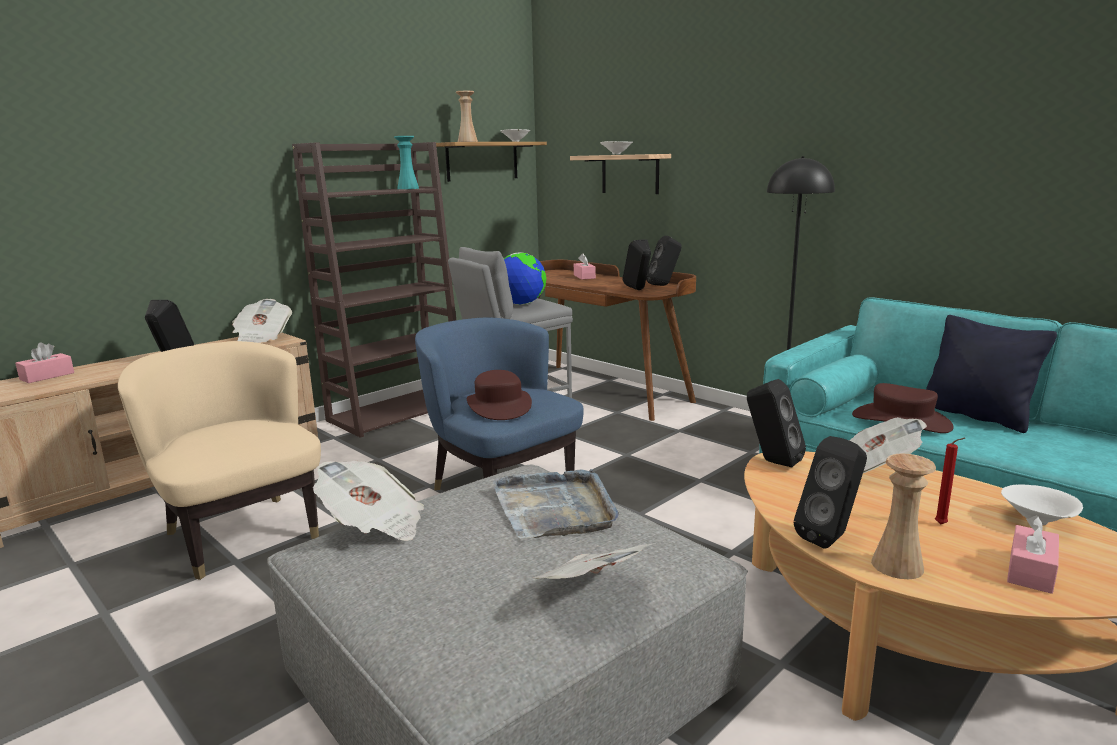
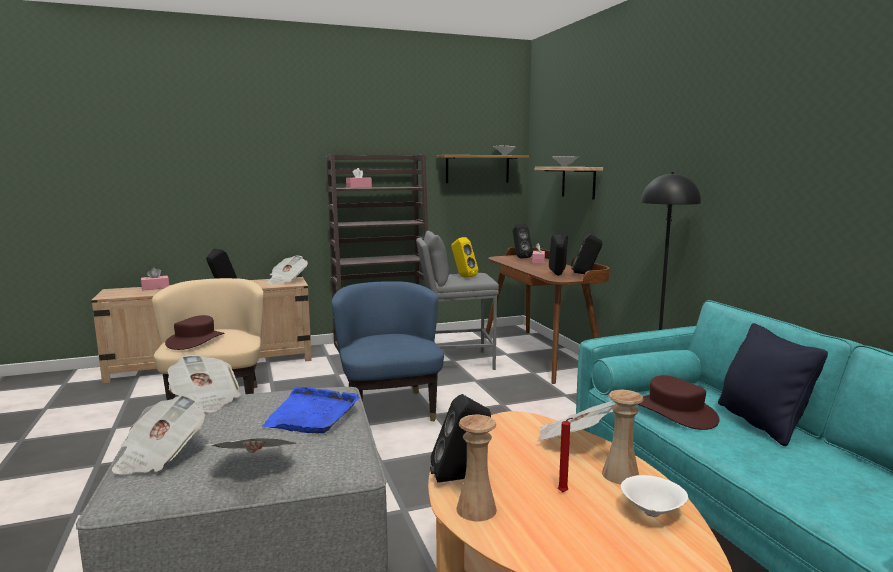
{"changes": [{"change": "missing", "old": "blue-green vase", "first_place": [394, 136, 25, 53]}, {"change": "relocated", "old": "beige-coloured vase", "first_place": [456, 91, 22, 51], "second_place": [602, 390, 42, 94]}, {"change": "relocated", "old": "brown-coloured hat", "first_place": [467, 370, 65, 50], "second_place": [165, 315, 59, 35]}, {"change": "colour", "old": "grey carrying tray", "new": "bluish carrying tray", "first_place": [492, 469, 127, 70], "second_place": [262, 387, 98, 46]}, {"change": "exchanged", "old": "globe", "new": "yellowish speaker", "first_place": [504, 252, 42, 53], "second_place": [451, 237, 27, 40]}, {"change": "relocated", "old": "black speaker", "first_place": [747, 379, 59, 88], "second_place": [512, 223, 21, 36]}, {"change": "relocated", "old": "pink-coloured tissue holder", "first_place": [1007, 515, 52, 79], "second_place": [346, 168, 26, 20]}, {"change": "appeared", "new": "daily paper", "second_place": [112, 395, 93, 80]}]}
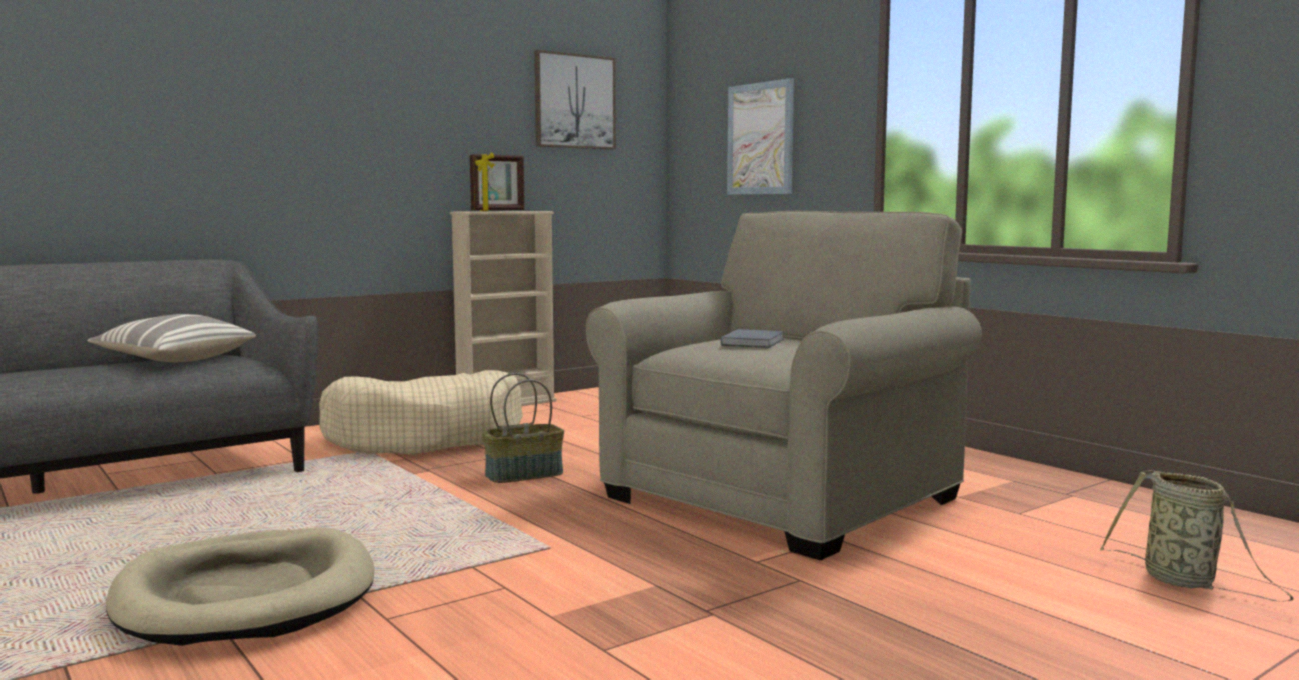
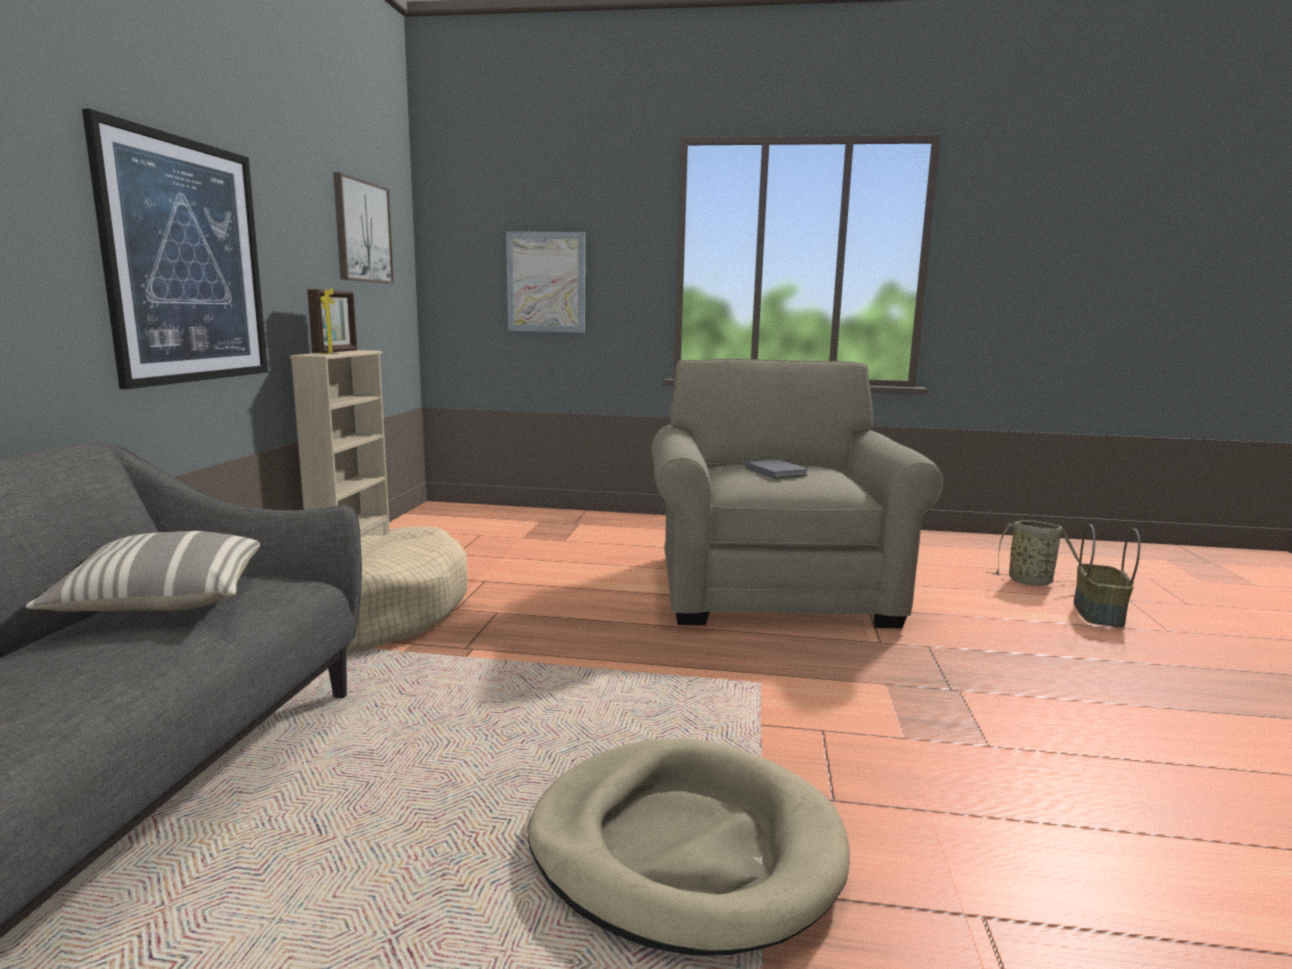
{"changes": [{"change": "relocated", "old": "basket", "first_place": [482, 373, 82, 110], "second_place": [1074, 524, 66, 103]}, {"change": "appeared", "new": "wall art", "second_place": [82, 109, 186, 280]}]}
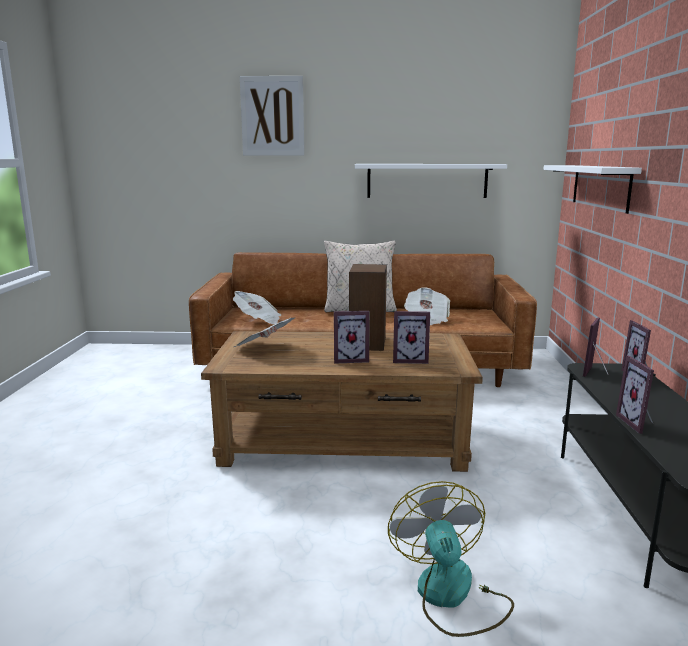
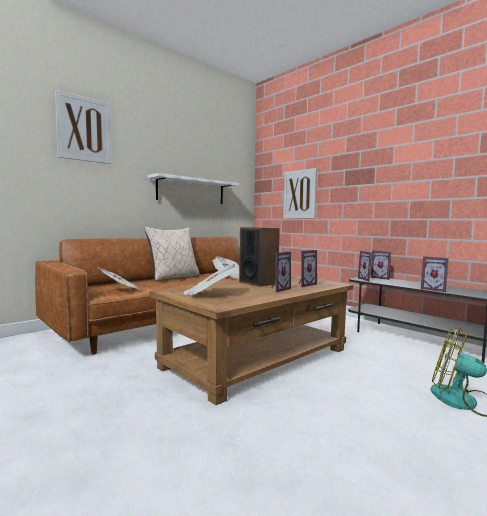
{"changes": [{"change": "exchanged", "old": "whitish bracket shelf", "new": "wall art", "first_place": [543, 165, 99, 49], "second_place": [283, 168, 34, 50]}]}
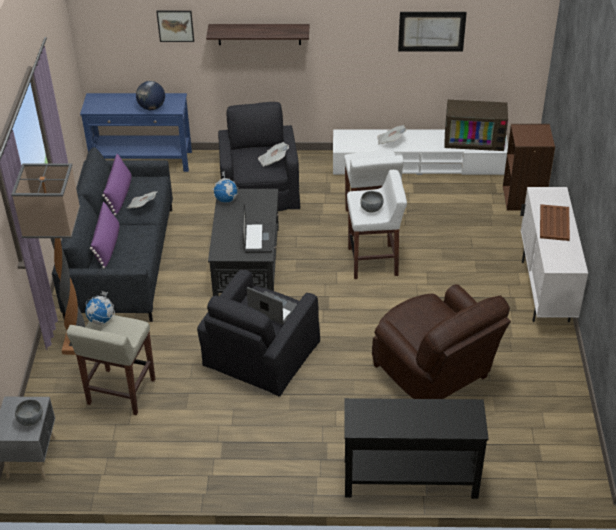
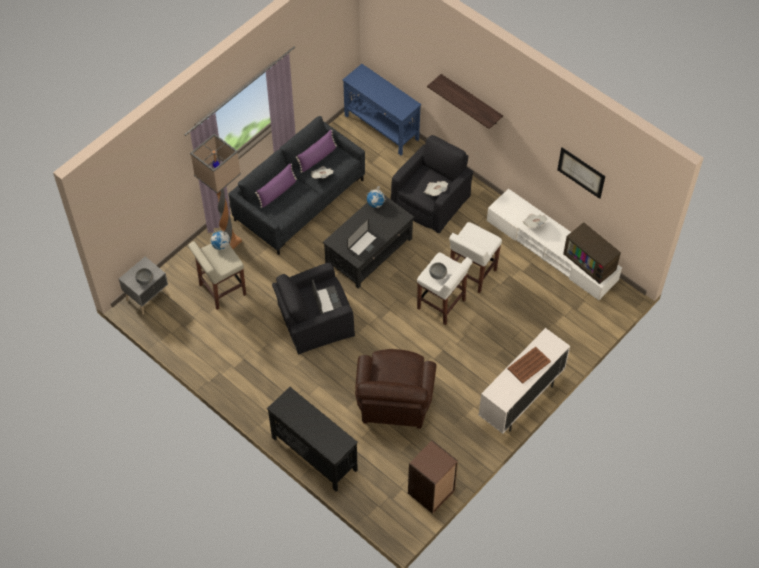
{"changes": [{"change": "missing", "old": "globe", "first_place": [136, 81, 29, 29]}, {"change": "missing", "old": "wall art", "first_place": [156, 11, 38, 31]}, {"change": "relocated", "old": "brown-coloured bookshelf", "first_place": [503, 124, 52, 86], "second_place": [408, 440, 50, 74]}]}
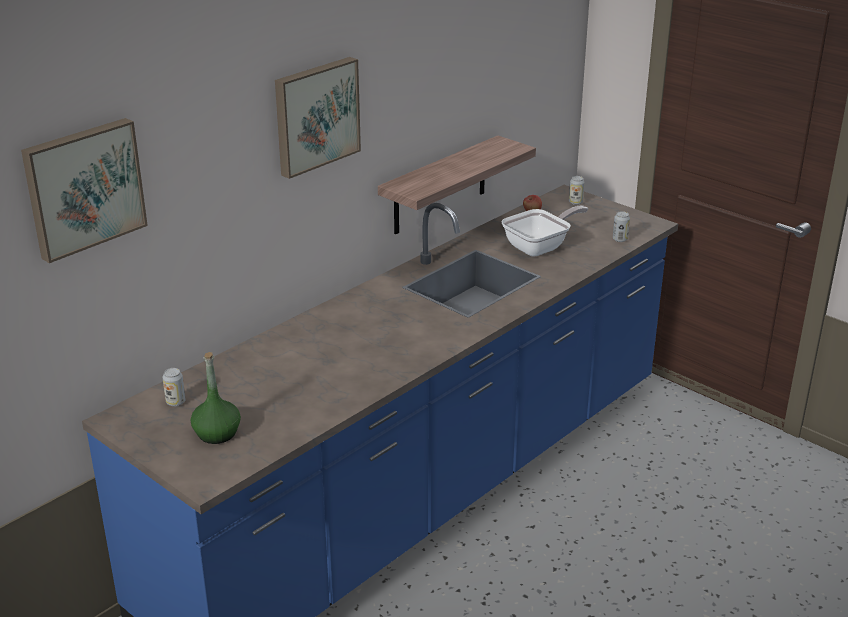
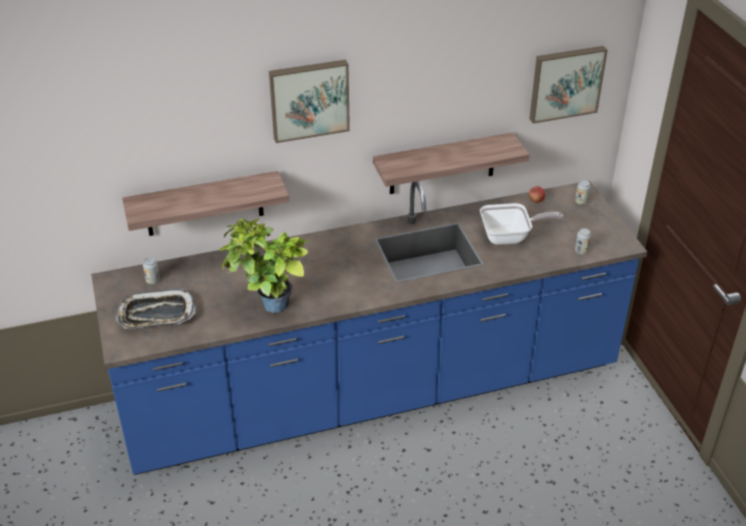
{"changes": [{"change": "relocated", "old": "wall art", "first_place": [21, 118, 127, 145], "second_place": [529, 46, 79, 78]}, {"change": "exchanged", "old": "green-coloured bottle", "new": "carrying tray", "first_place": [191, 352, 50, 92], "second_place": [116, 289, 80, 40]}, {"change": "appeared", "new": "bracket shelf", "second_place": [122, 171, 167, 65]}, {"change": "appeared", "new": "plant in a pot", "second_place": [219, 218, 89, 95]}]}
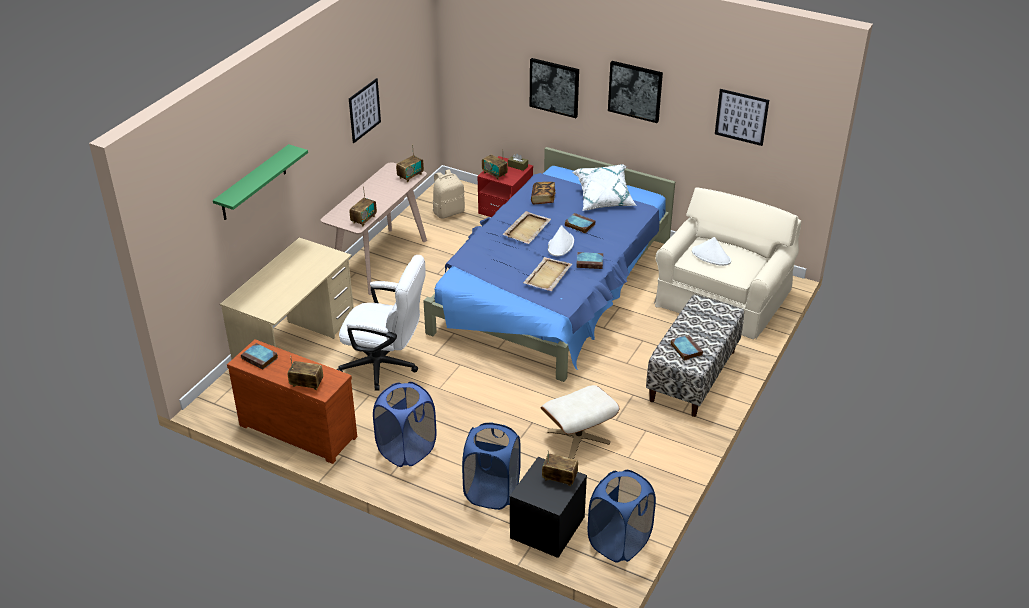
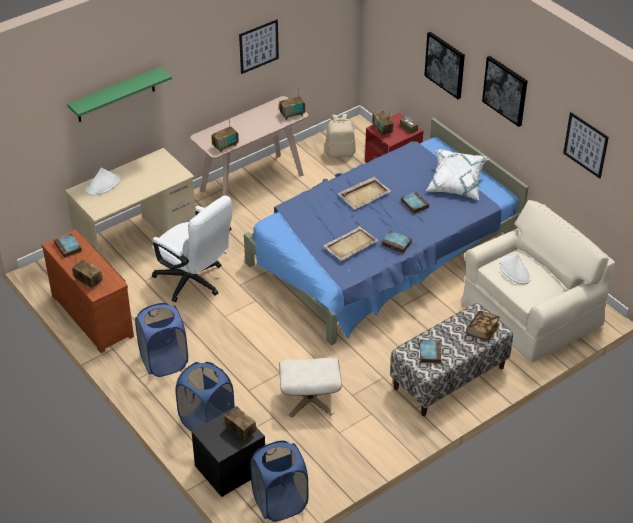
{"changes": [{"change": "relocated", "old": "volume", "first_place": [531, 182, 25, 23], "second_place": [466, 311, 34, 30]}, {"change": "relocated", "old": "whitish hat", "first_place": [548, 225, 26, 31], "second_place": [86, 168, 34, 28]}]}
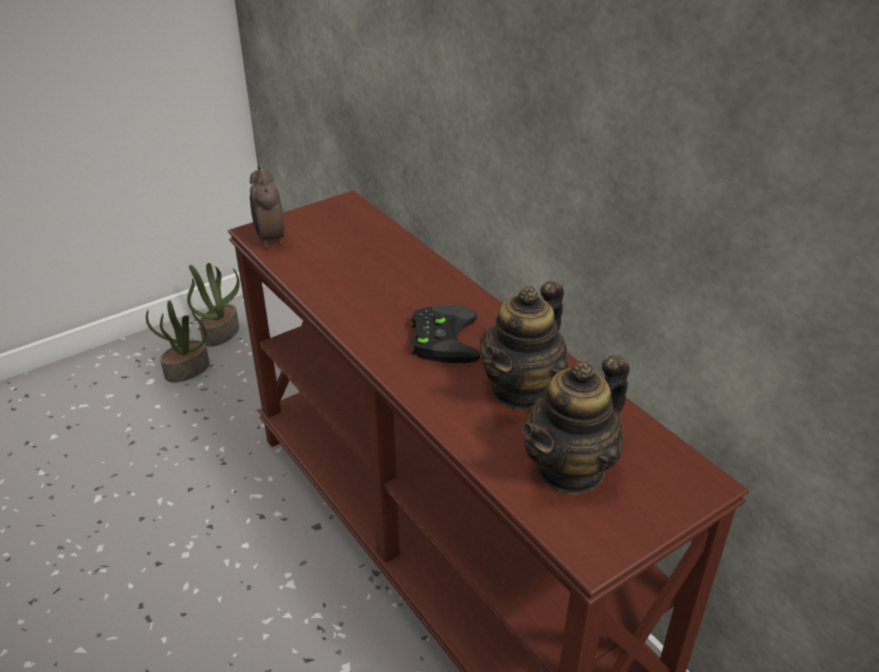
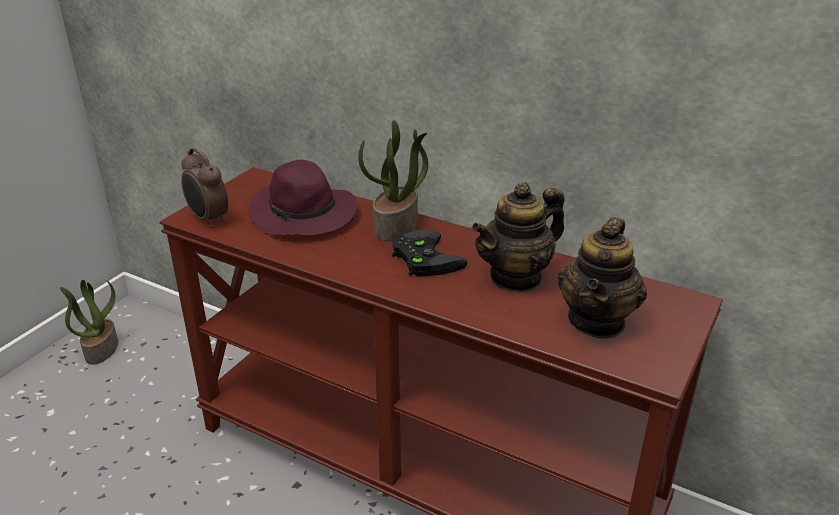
{"changes": [{"change": "relocated", "old": "plant in a pot", "first_place": [146, 300, 64, 82], "second_place": [358, 120, 70, 121]}, {"change": "spun", "old": "teapot", "first_place": [480, 281, 88, 130], "second_place": [472, 182, 93, 111], "degrees": 45}, {"change": "appeared", "new": "purple hat", "second_place": [249, 160, 108, 76]}]}
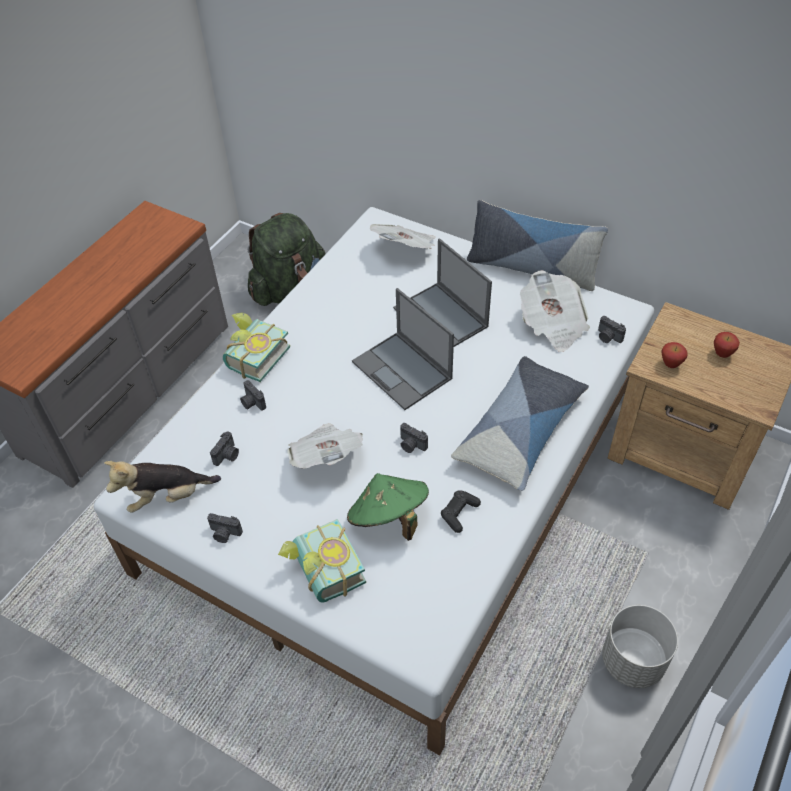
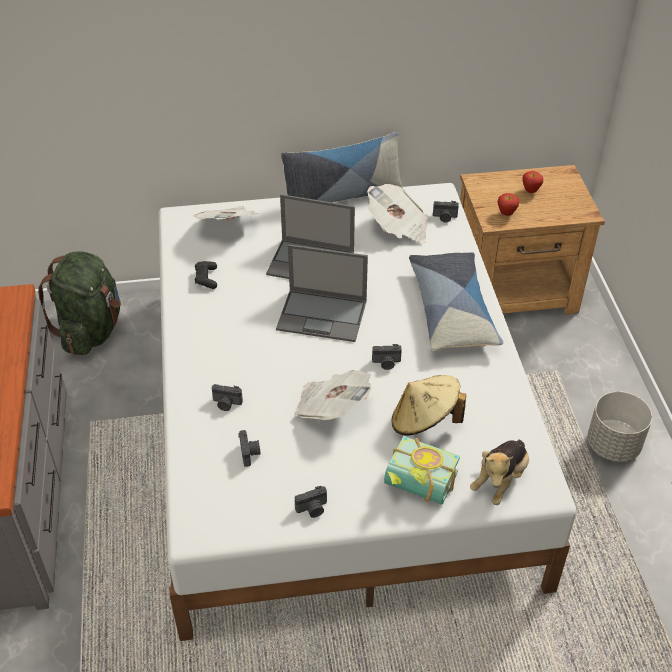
{"changes": [{"change": "relocated", "old": "cuddly toy", "first_place": [104, 461, 117, 52], "second_place": [470, 440, 59, 65]}, {"change": "missing", "old": "volume", "first_place": [223, 313, 67, 69]}, {"change": "colour", "old": "green-coloured hat", "new": "beige-coloured hat", "first_place": [347, 473, 82, 68], "second_place": [391, 375, 75, 61]}, {"change": "relocated", "old": "black gamepad", "first_place": [441, 490, 40, 43], "second_place": [195, 261, 22, 28]}]}
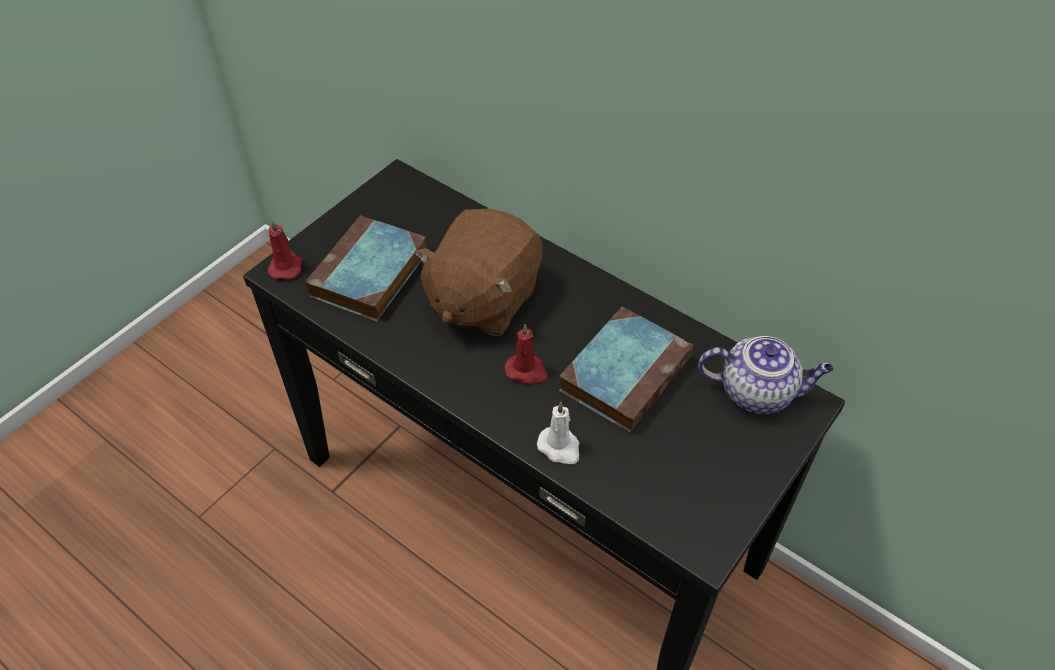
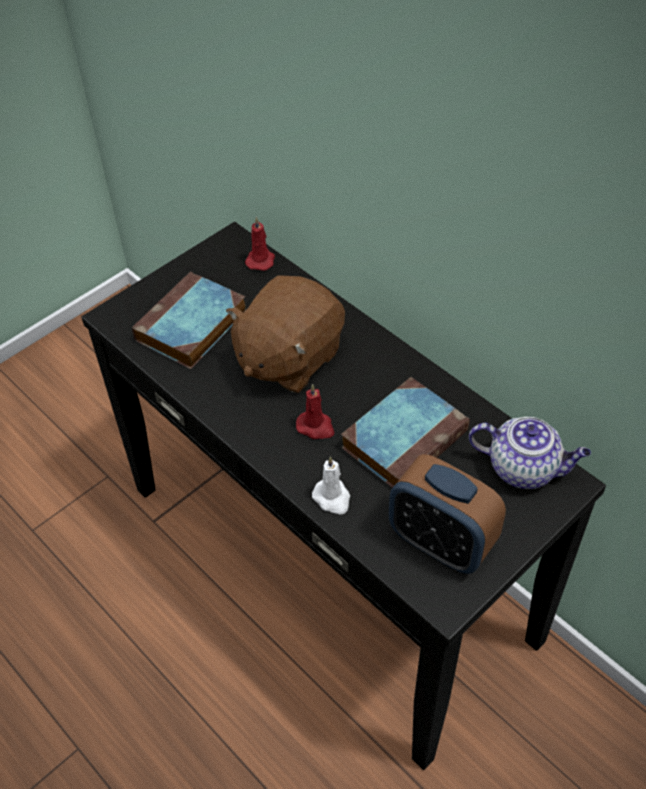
{"changes": [{"change": "relocated", "old": "reddish wax light", "first_place": [267, 219, 36, 60], "second_place": [245, 217, 30, 54]}, {"change": "appeared", "new": "table clock", "second_place": [389, 454, 117, 120]}]}
